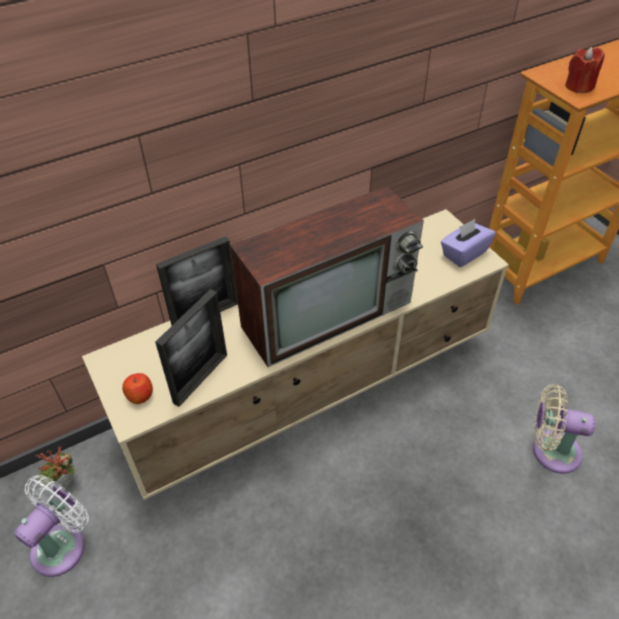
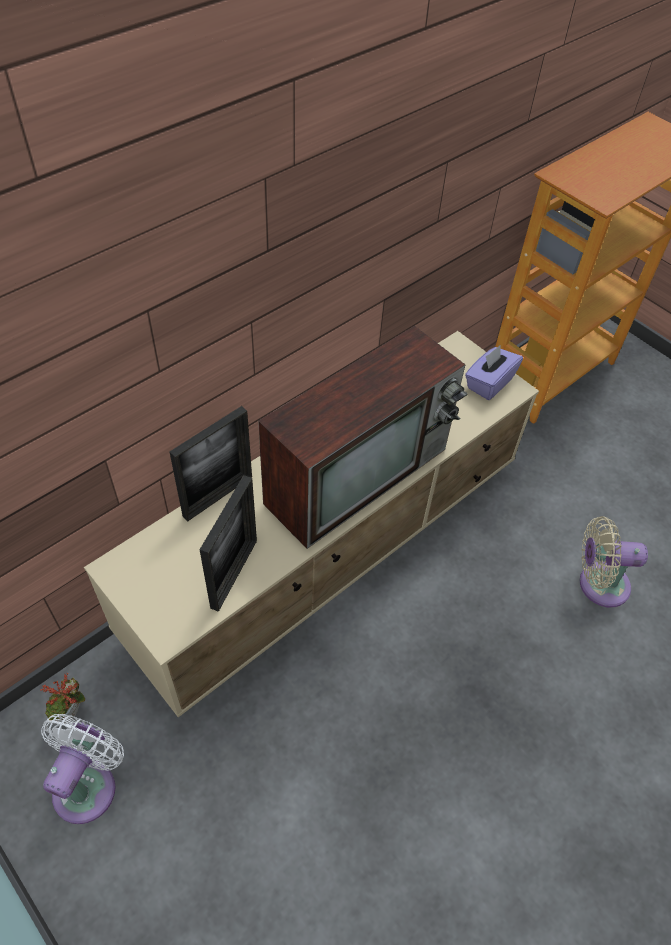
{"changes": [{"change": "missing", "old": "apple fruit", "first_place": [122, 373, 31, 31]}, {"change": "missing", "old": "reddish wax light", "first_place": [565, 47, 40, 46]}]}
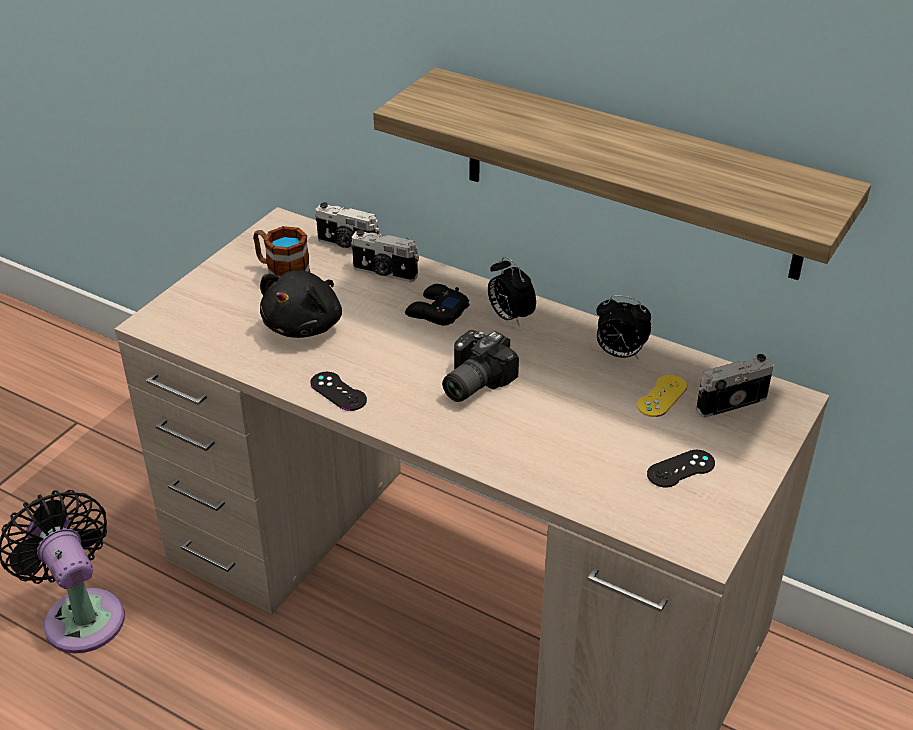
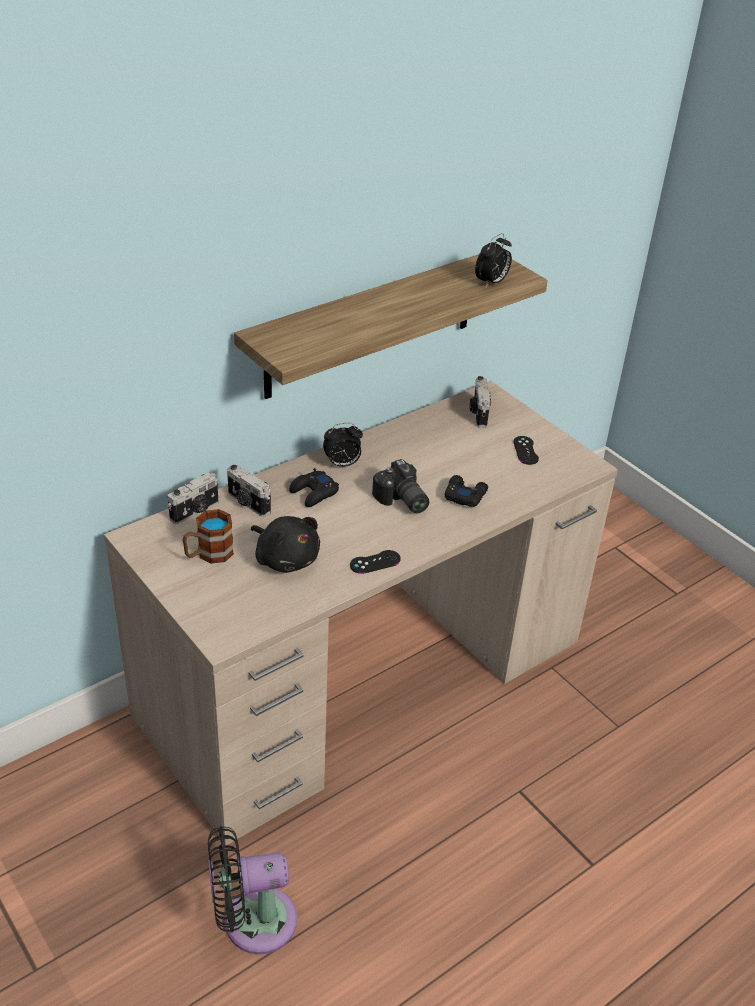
{"changes": [{"change": "spun", "old": "still camera", "first_place": [351, 230, 68, 52], "second_place": [227, 465, 44, 52], "degrees": 90}, {"change": "relocated", "old": "table clock", "first_place": [596, 295, 55, 64], "second_place": [475, 233, 37, 55]}, {"change": "missing", "old": "yellowish gamepad", "first_place": [637, 375, 50, 42]}, {"change": "appeared", "new": "black gamepad", "second_place": [445, 475, 43, 32]}]}
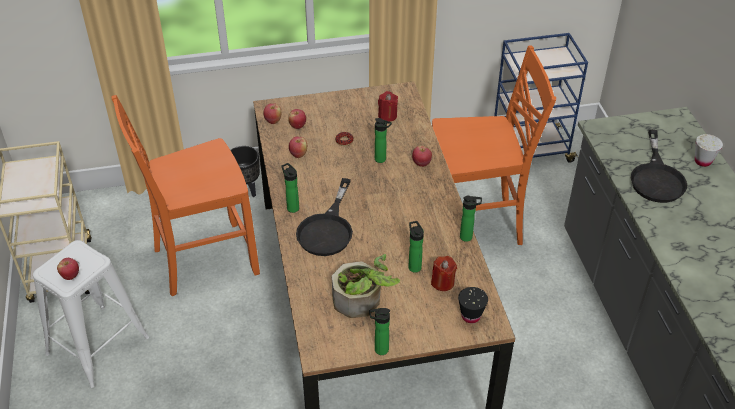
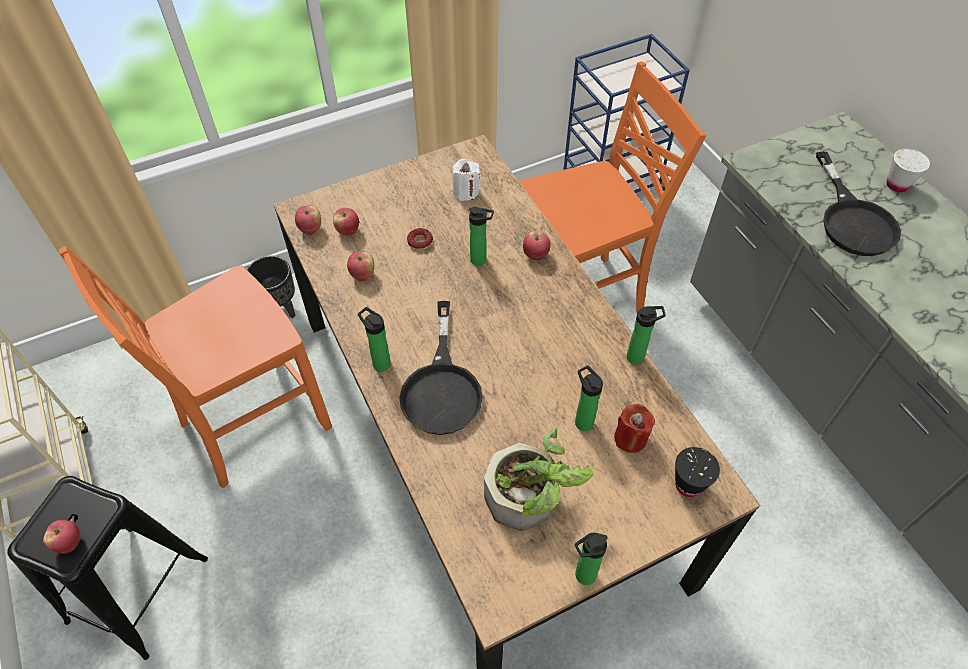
{"changes": [{"change": "colour", "old": "whitish stool", "new": "black stool", "first_place": [33, 240, 116, 148], "second_place": [7, 476, 201, 184]}, {"change": "colour", "old": "reddish wax light", "new": "whitish wax light", "first_place": [378, 91, 20, 31], "second_place": [452, 159, 28, 42]}]}
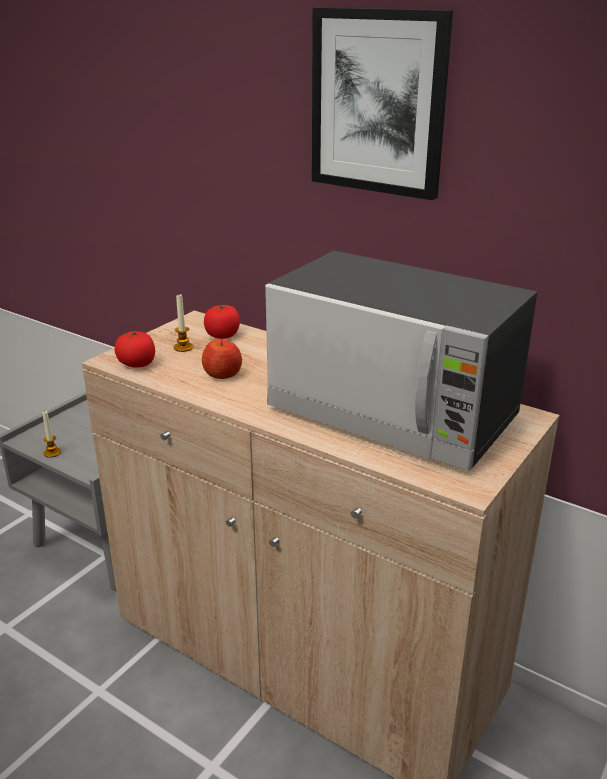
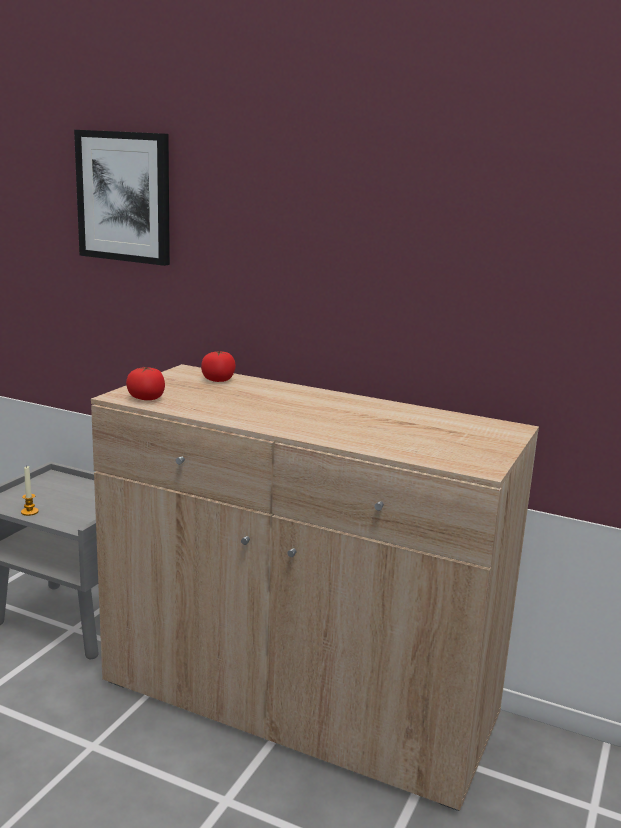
{"changes": [{"change": "missing", "old": "wax light", "first_place": [174, 295, 19, 57]}, {"change": "missing", "old": "apple fruit", "first_place": [202, 338, 40, 41]}, {"change": "missing", "old": "kitchen microwave", "first_place": [265, 251, 273, 220]}, {"change": "relocated", "old": "wall art", "first_place": [312, 7, 141, 193], "second_place": [74, 130, 96, 136]}]}
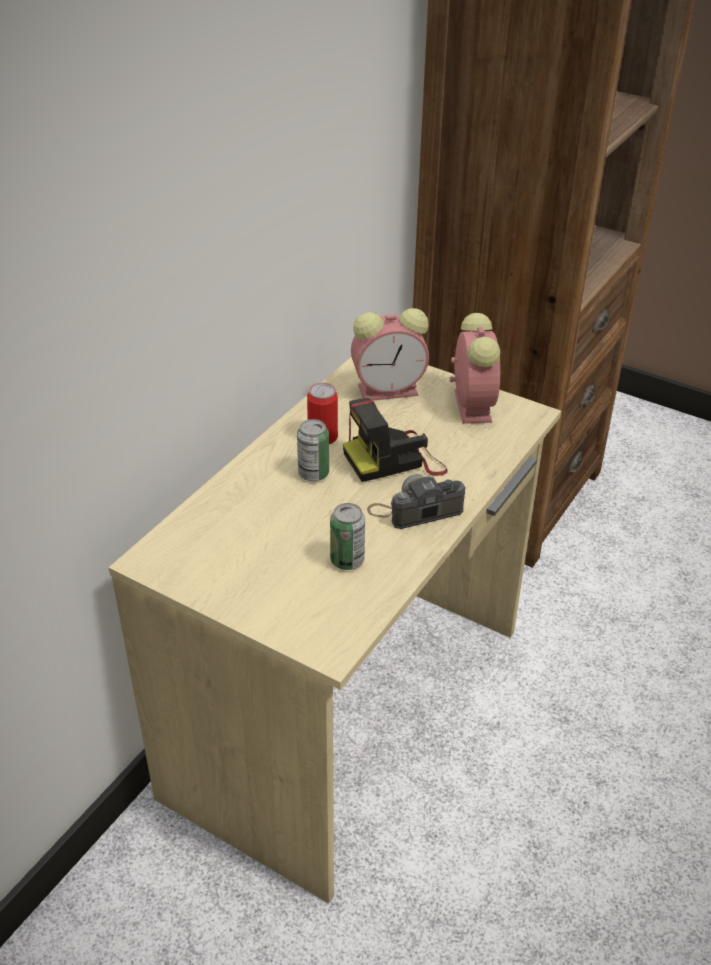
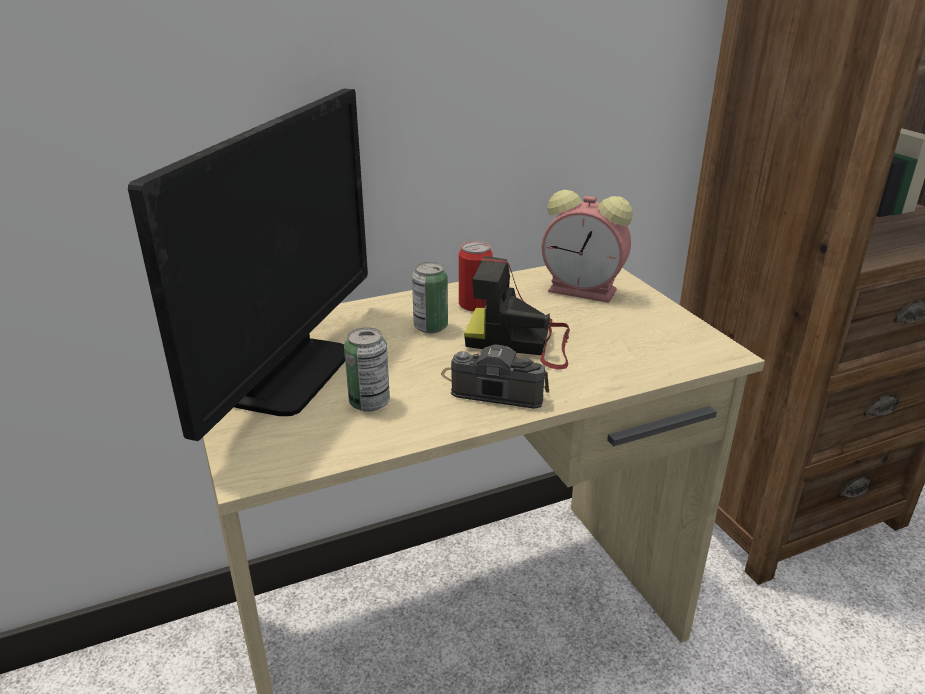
{"changes": [{"change": "missing", "old": "table clock", "first_place": [450, 313, 50, 111]}, {"change": "appeared", "new": "monitor", "second_place": [128, 89, 240, 352]}]}
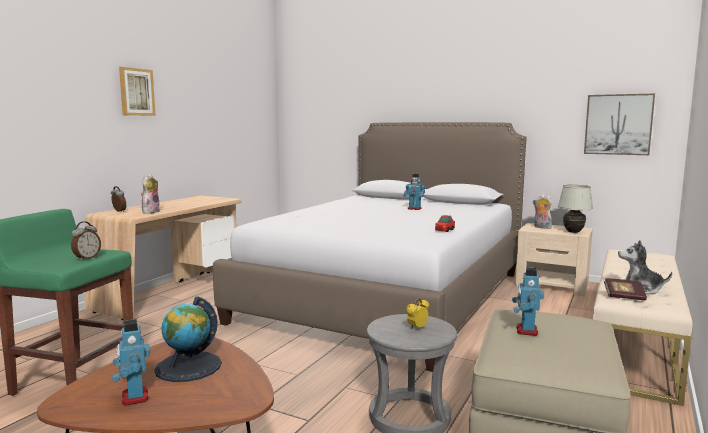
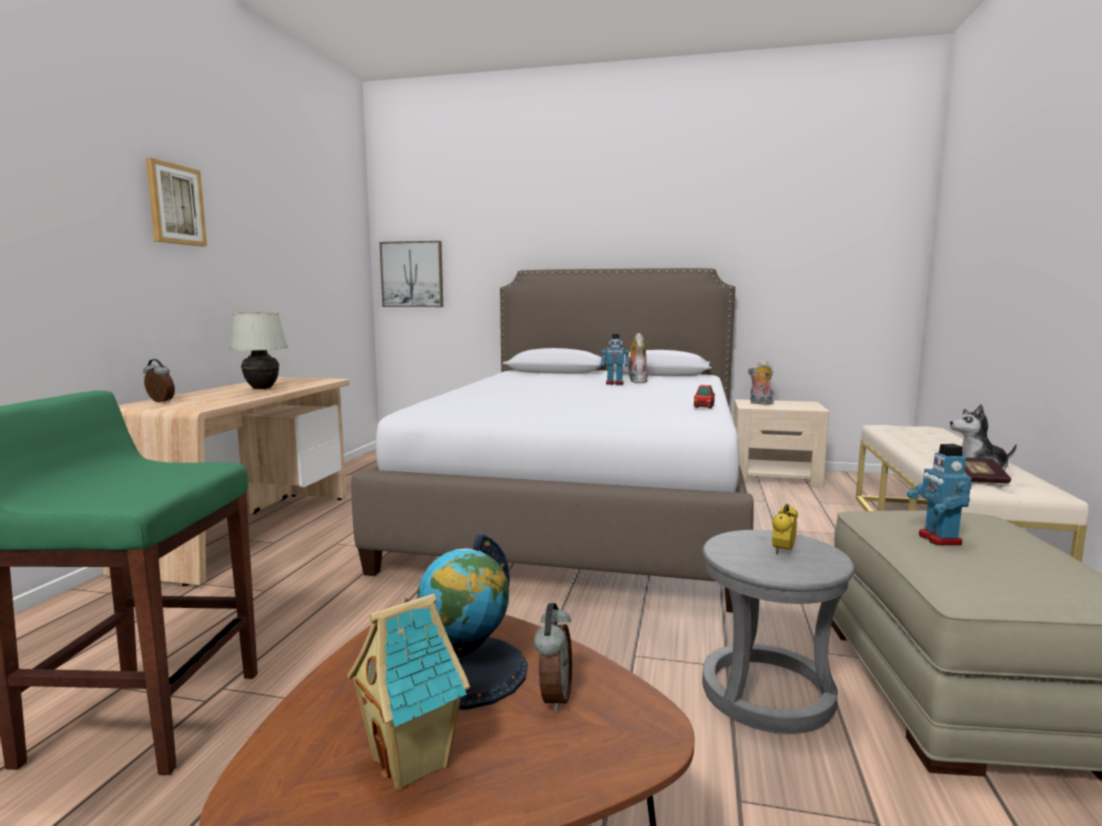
{"changes": [{"change": "relocated", "old": "table clock", "first_place": [71, 221, 30, 40], "second_place": [534, 603, 38, 109]}, {"change": "exchanged", "old": "model robot", "new": "miniature house", "first_place": [112, 319, 38, 86], "second_place": [347, 594, 123, 197]}, {"change": "relocated", "old": "cuddly toy", "first_place": [141, 174, 19, 40], "second_place": [628, 333, 20, 50]}, {"change": "relocated", "old": "whitish table lamp", "first_place": [558, 185, 35, 48], "second_place": [229, 312, 59, 77]}, {"change": "relocated", "old": "wall art", "first_place": [584, 94, 71, 61], "second_place": [380, 241, 63, 66]}]}
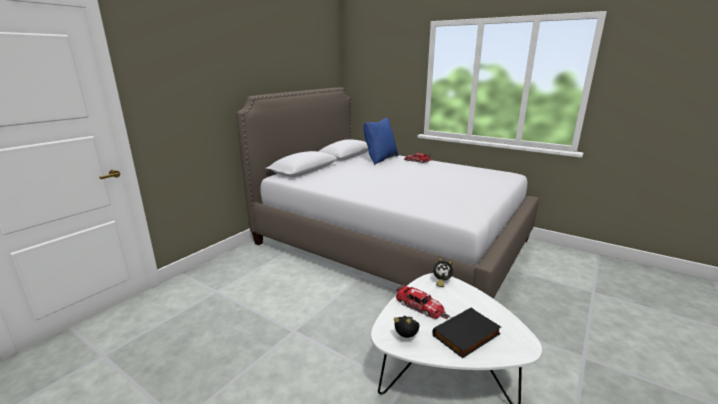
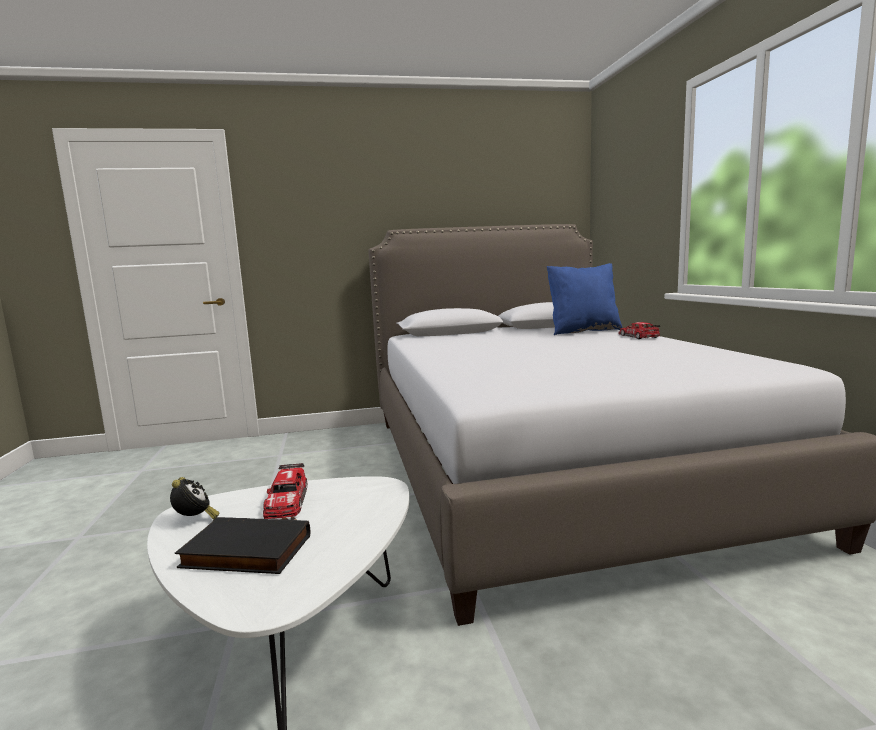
{"changes": [{"change": "missing", "old": "table clock", "first_place": [433, 258, 20, 29]}]}
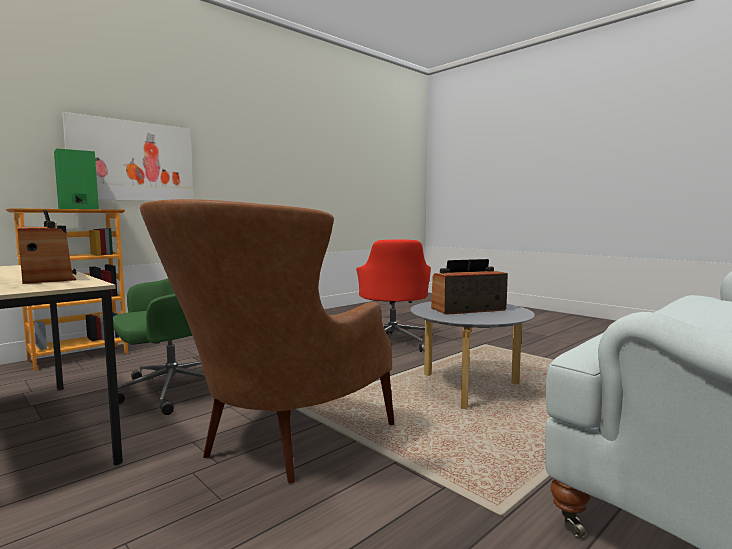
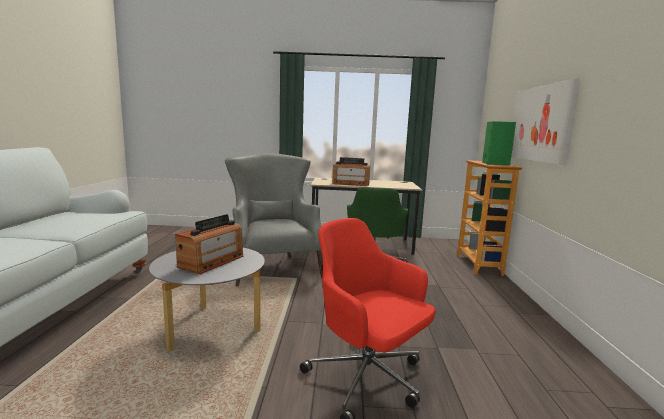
{"changes": [{"change": "colour", "old": "brown-coloured lounge chair", "new": "grey lounge chair", "first_place": [140, 199, 254, 284], "second_place": [225, 153, 98, 133]}]}
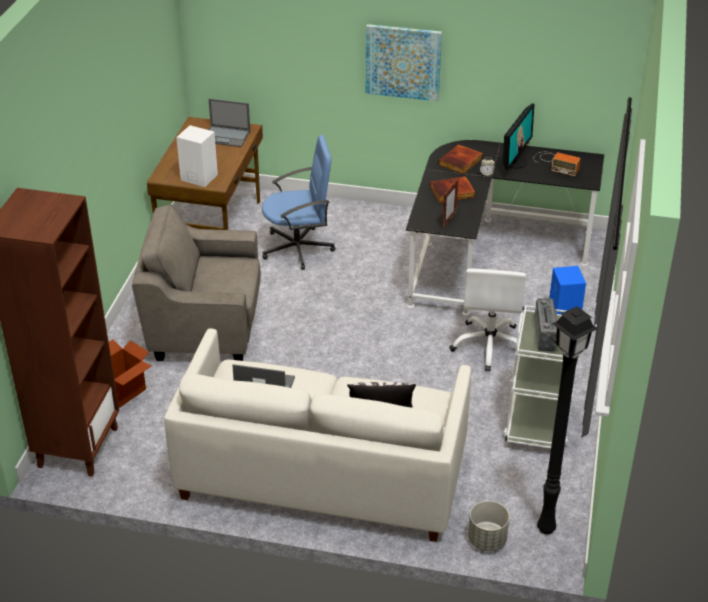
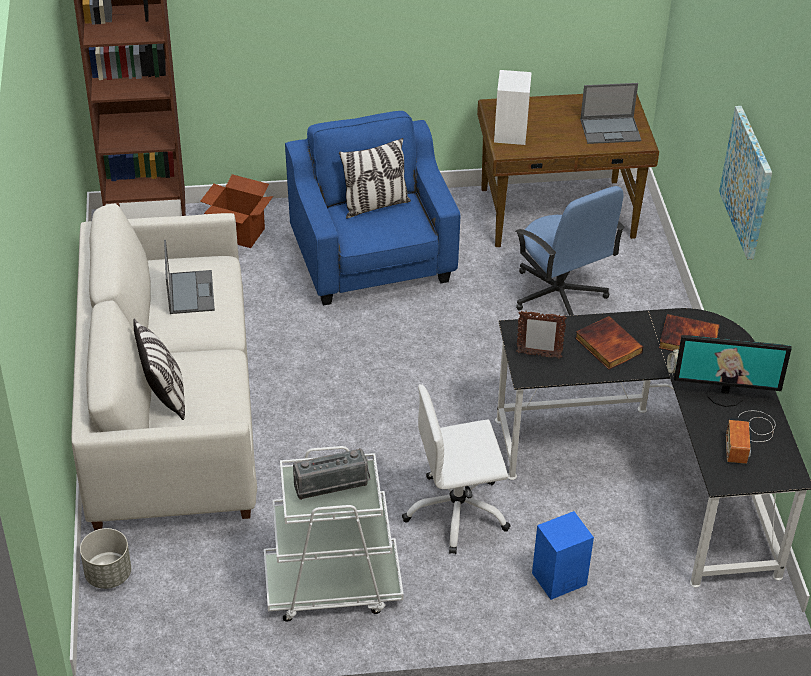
{"changes": [{"change": "colour", "old": "grey lounge chair", "new": "bluish lounge chair", "first_place": [132, 204, 129, 157], "second_place": [285, 111, 175, 195]}, {"change": "spun", "old": "portable computer", "first_place": [208, 99, 42, 48], "second_place": [580, 83, 61, 61], "degrees": -90}, {"change": "missing", "old": "black standard lamp", "first_place": [537, 306, 61, 228]}, {"change": "appeared", "new": "cushion", "second_place": [339, 138, 72, 80]}]}
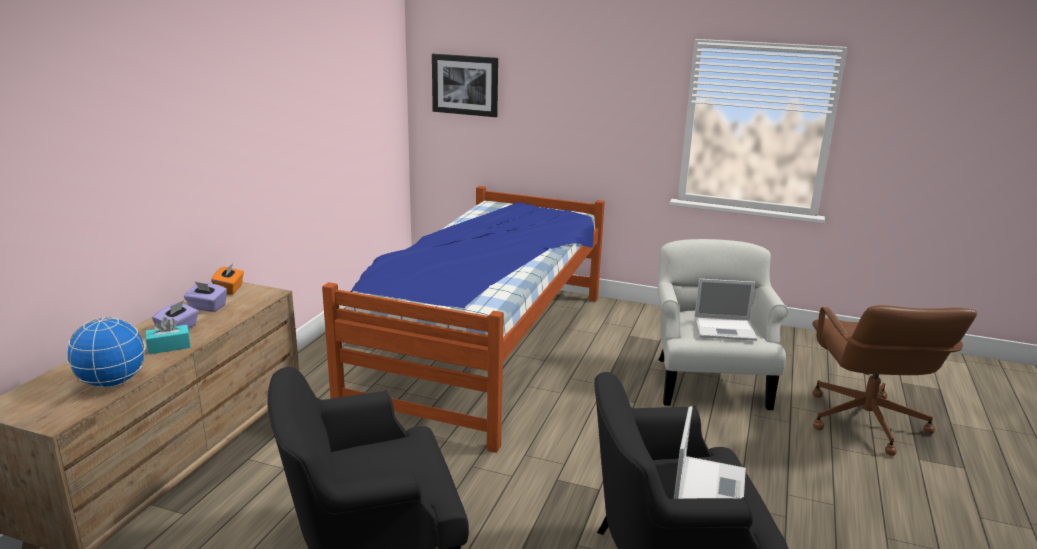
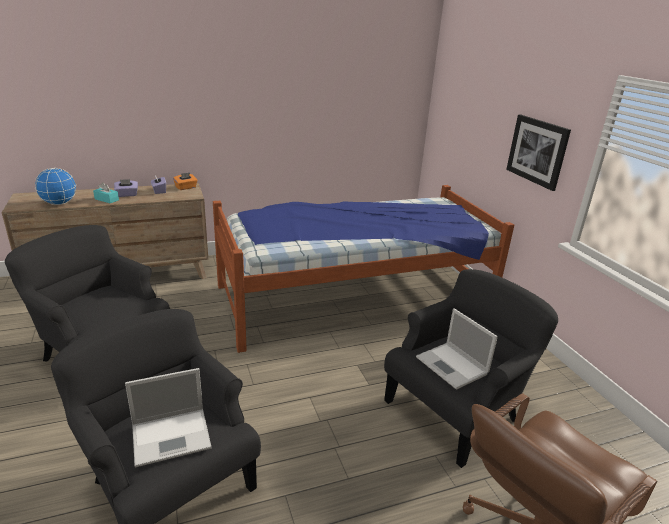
{"changes": [{"change": "relocated", "old": "wall art", "first_place": [432, 54, 66, 63], "second_place": [506, 114, 65, 77]}, {"change": "colour", "old": "whitish lounge chair", "new": "black lounge chair", "first_place": [657, 239, 132, 171], "second_place": [384, 269, 174, 199]}]}
